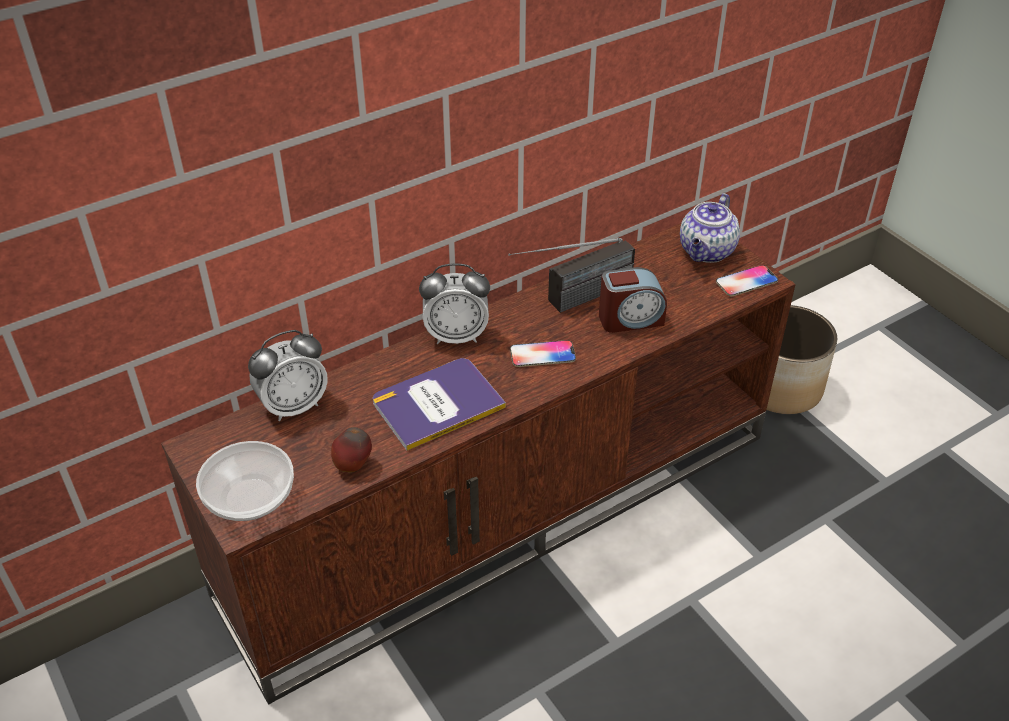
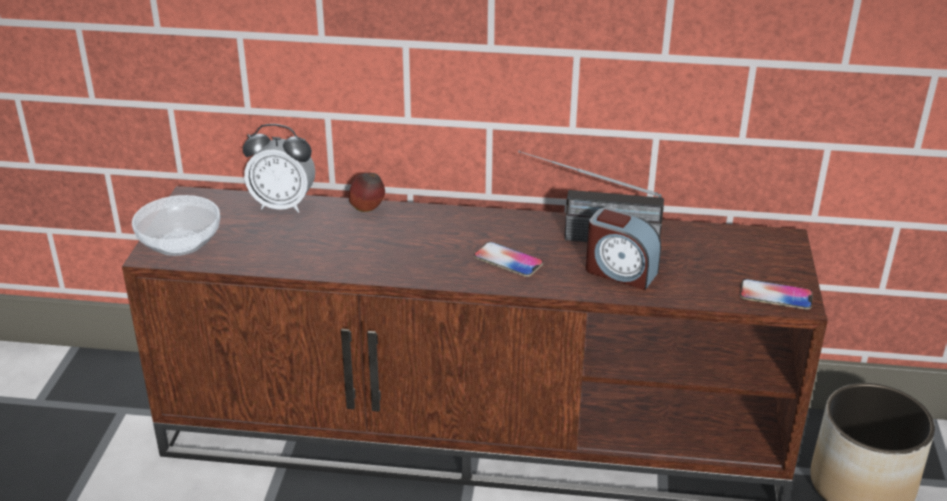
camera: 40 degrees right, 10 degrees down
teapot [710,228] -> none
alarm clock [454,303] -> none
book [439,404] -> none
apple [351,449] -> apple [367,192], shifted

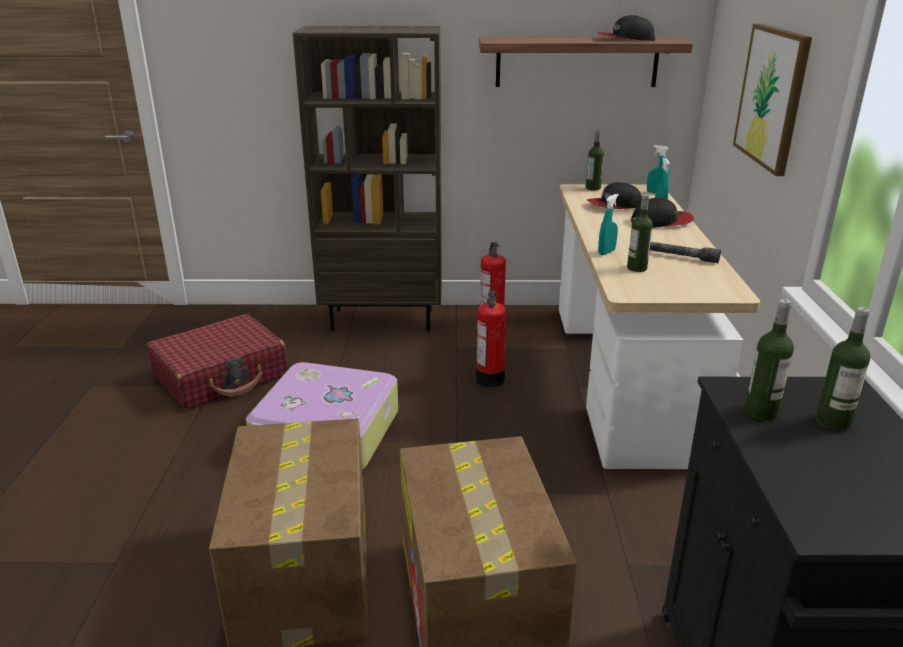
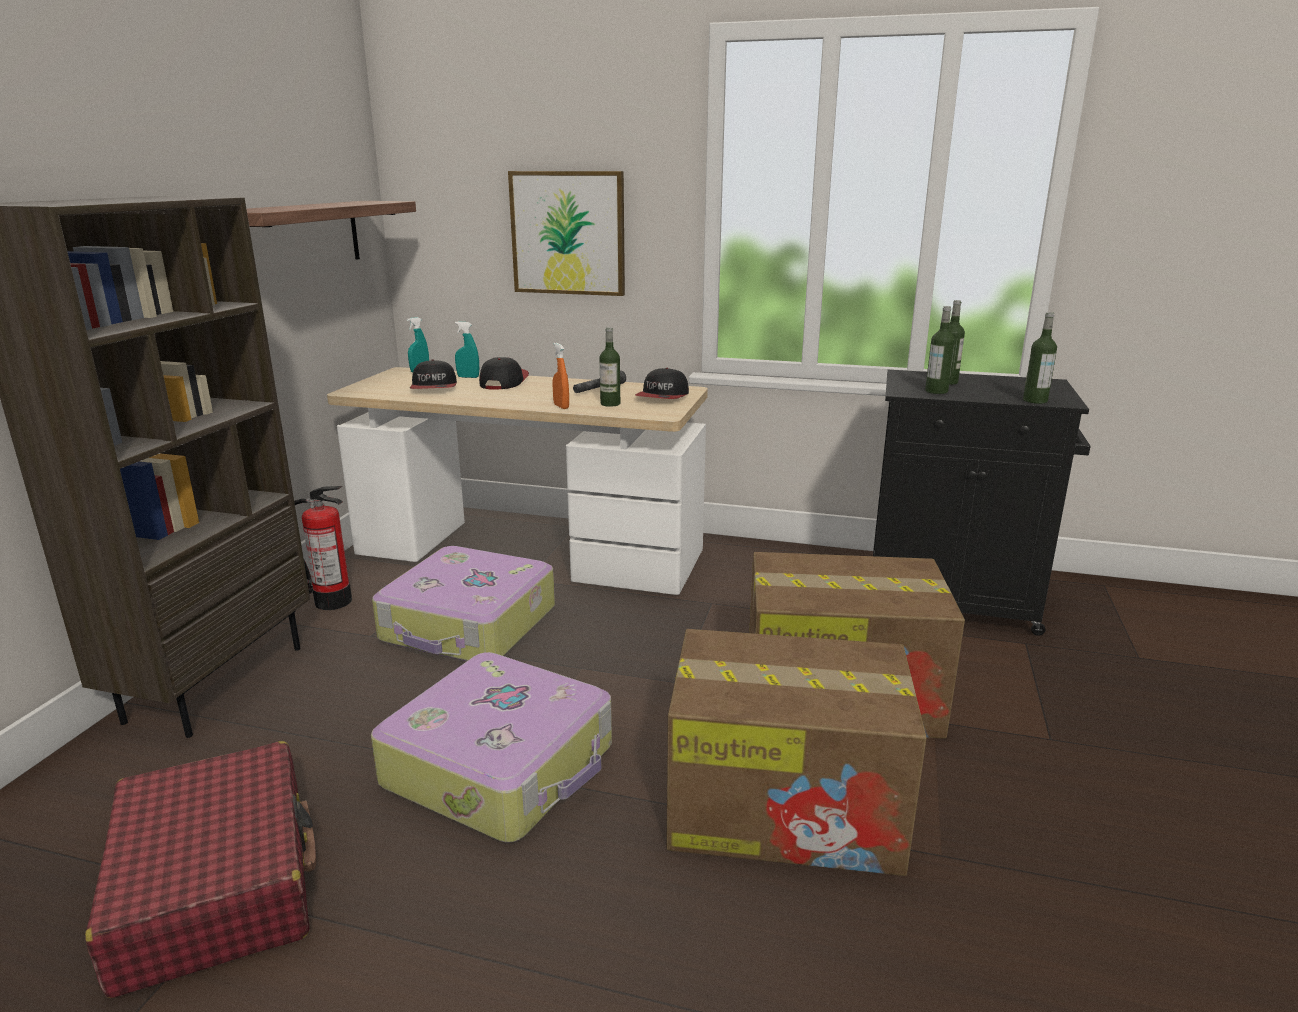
camera: 75 degrees left, 5 degrees down
cap [626,28] -> cap [662,383], shifted
bottle [595,160] -> bottle [1040,358], shifted
turquoise spray bottle [608,224] -> orange spray bottle [560,376]
fire extinguisher [491,338] -> suitcase [463,603]

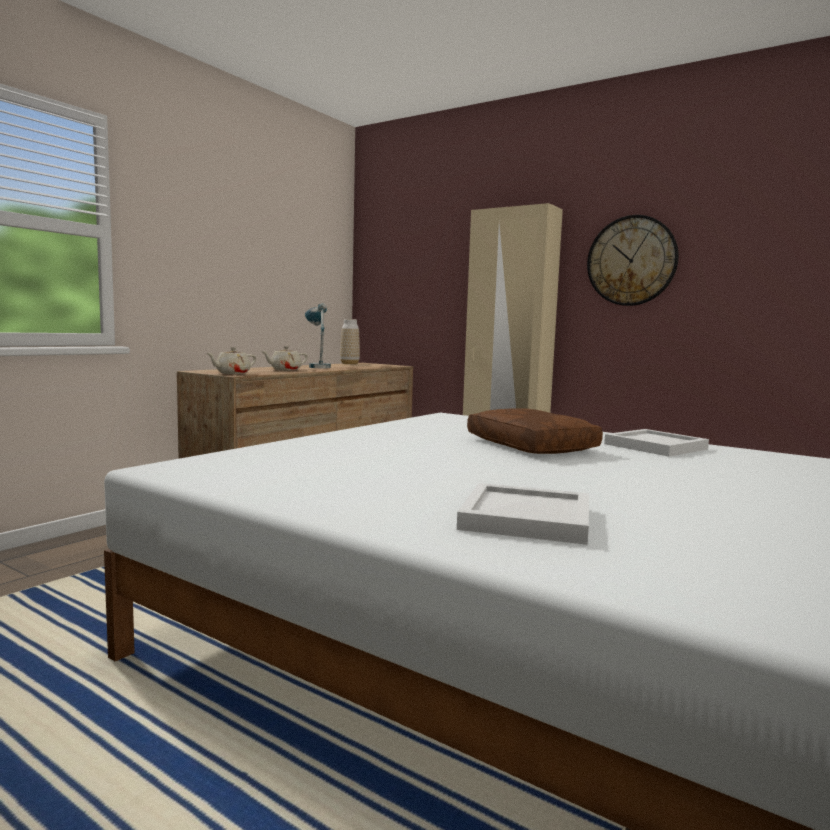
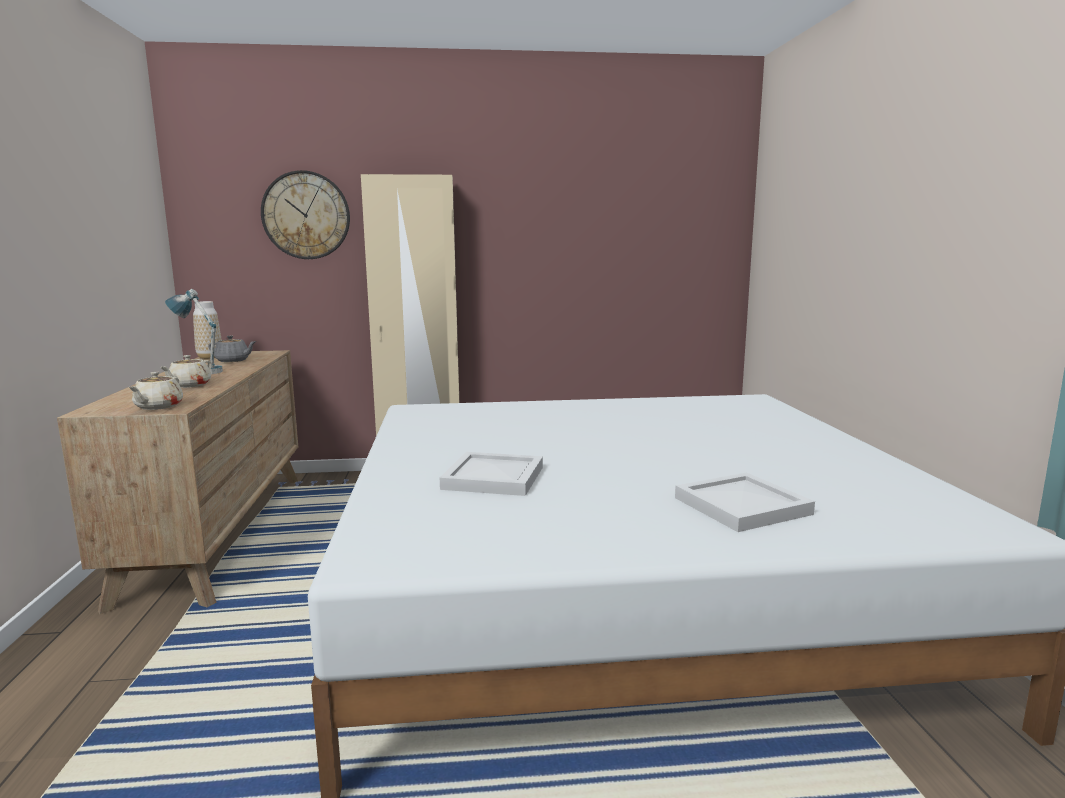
camera: 40 degrees left, 5 degrees up
wall clock [633,260] -> wall clock [305,214], shifted
brown pillow [535,431] -> none
white tray [656,443] -> white tray [491,474], shifted
none -> grey teapot [232,349]

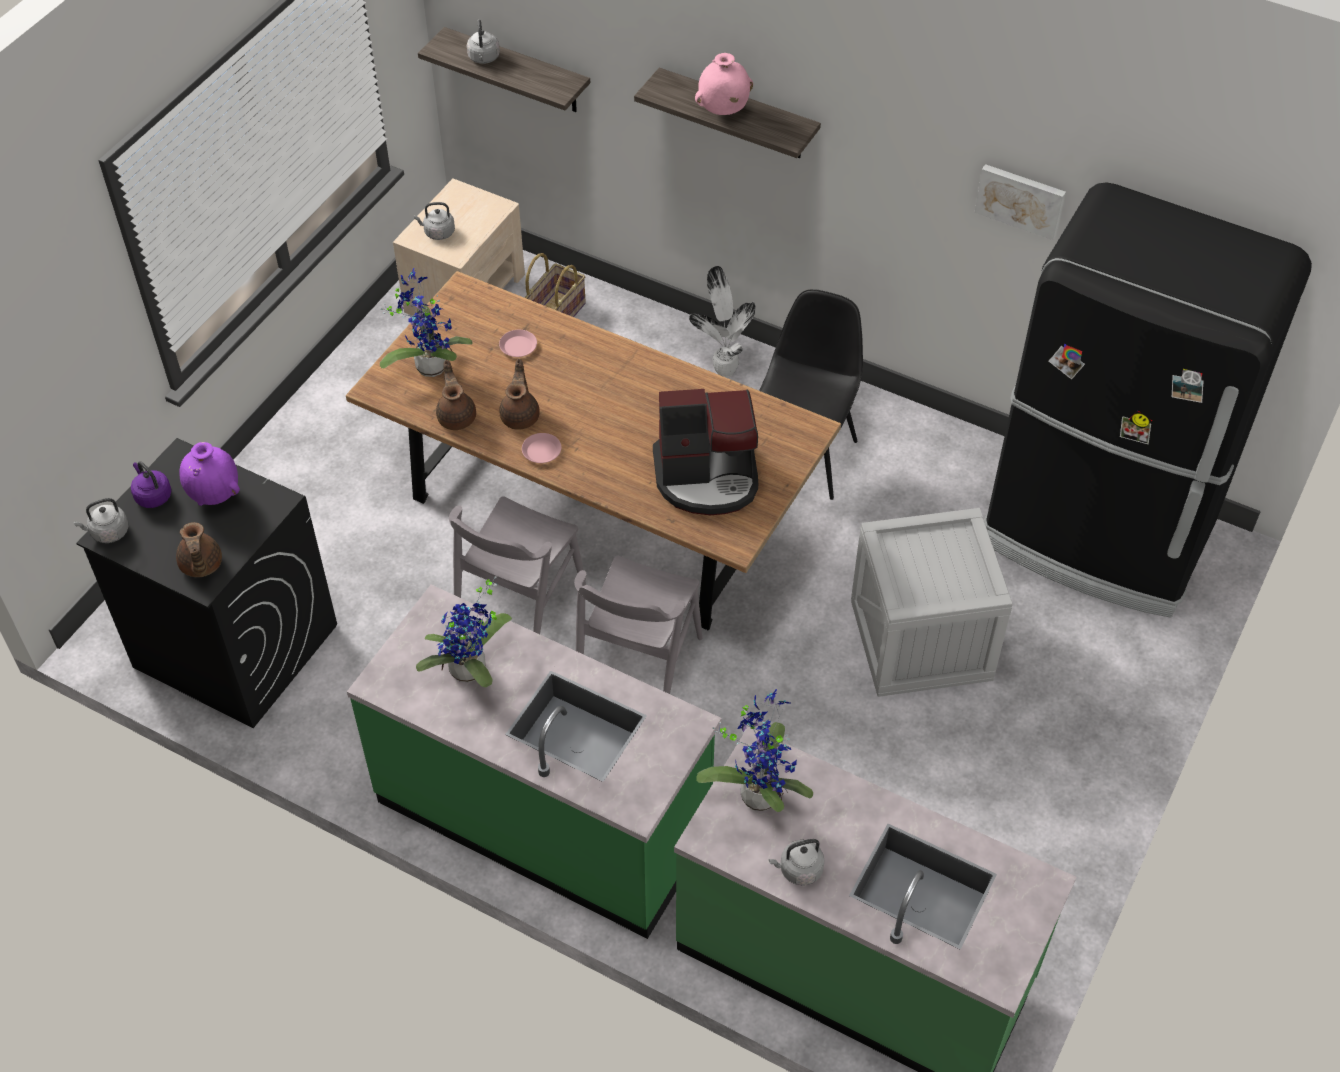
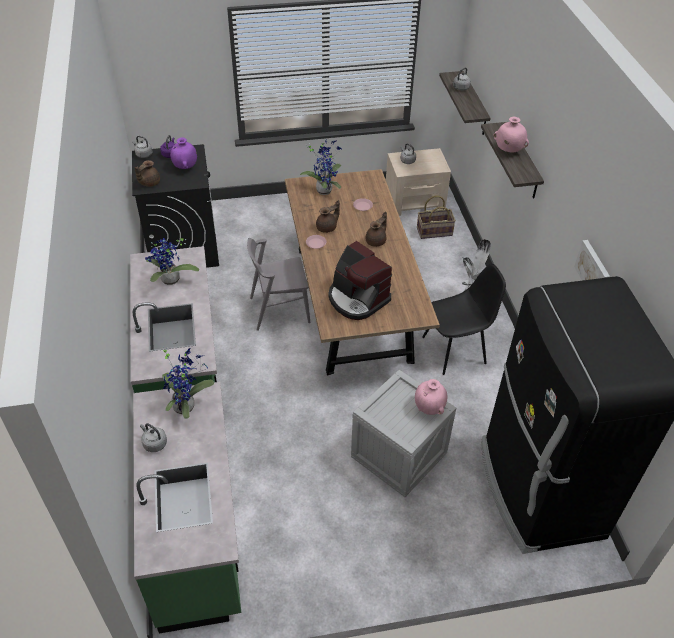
camera: 50 degrees right, 5 degrees down
brown teapot [456,395] -> brown teapot [376,229], shifted
grey chair [638,624] -> none
none -> pink vase [431,397]

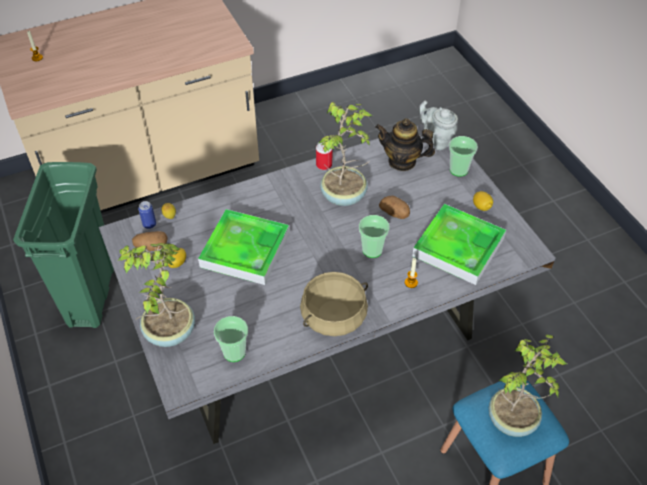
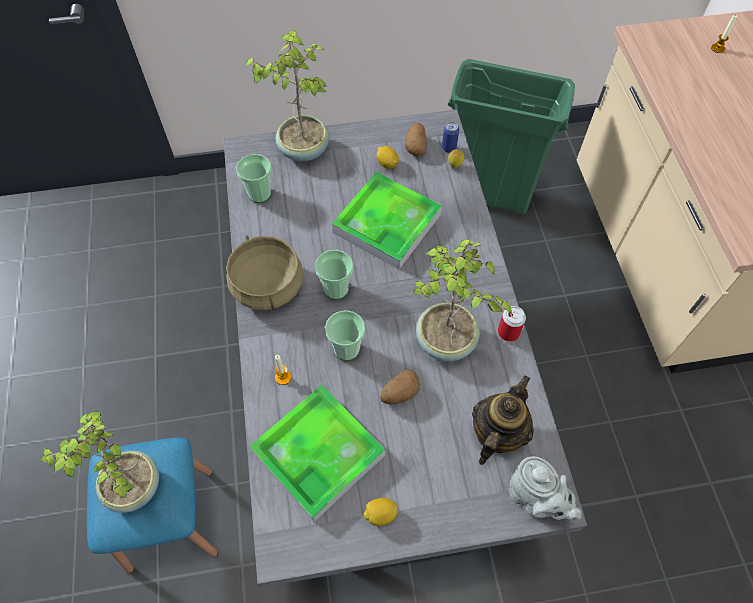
camera: 105 degrees right, 10 degrees up
grey teapot [438,125] -> grey teapot [545,488], 75 degrees clockwise
cup [463,156] -> cup [334,275], shifted

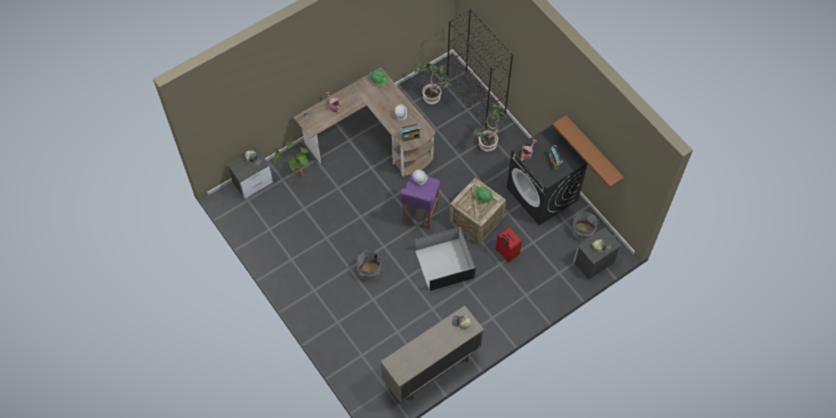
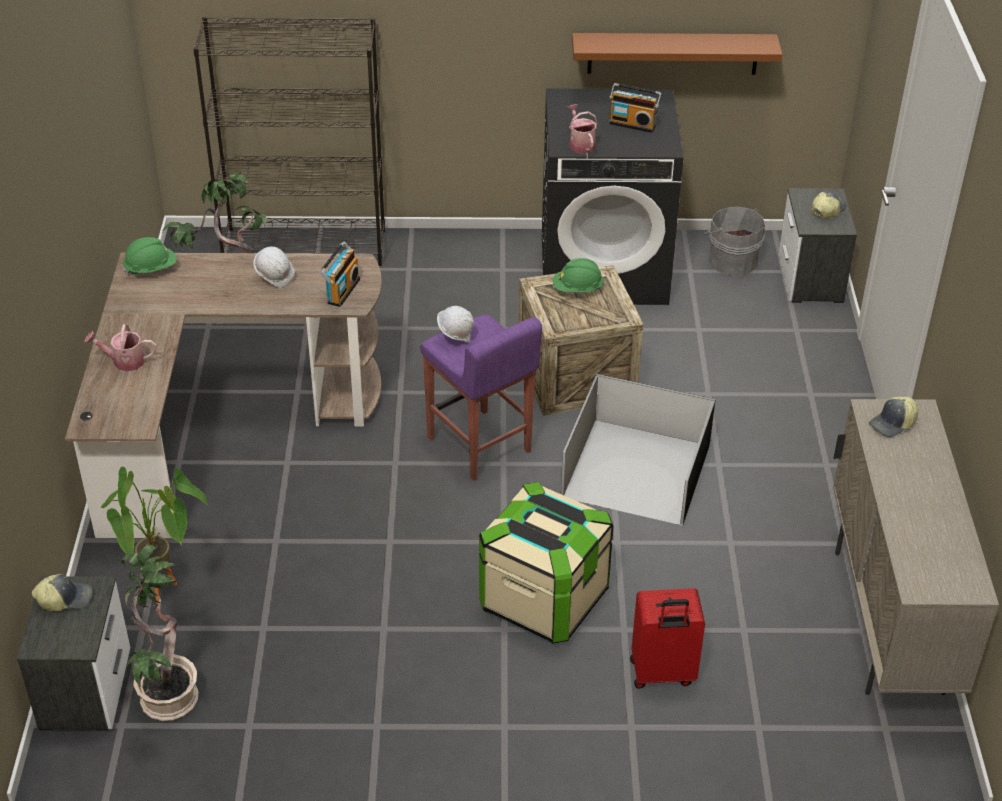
camera: 55 degrees left, 20 degrees down
potted plant [490,127] -> potted plant [160,633], shifted
red suitcase [509,244] -> red suitcase [667,638], shifted
grey bucket [369,265] -> storage box [546,563]

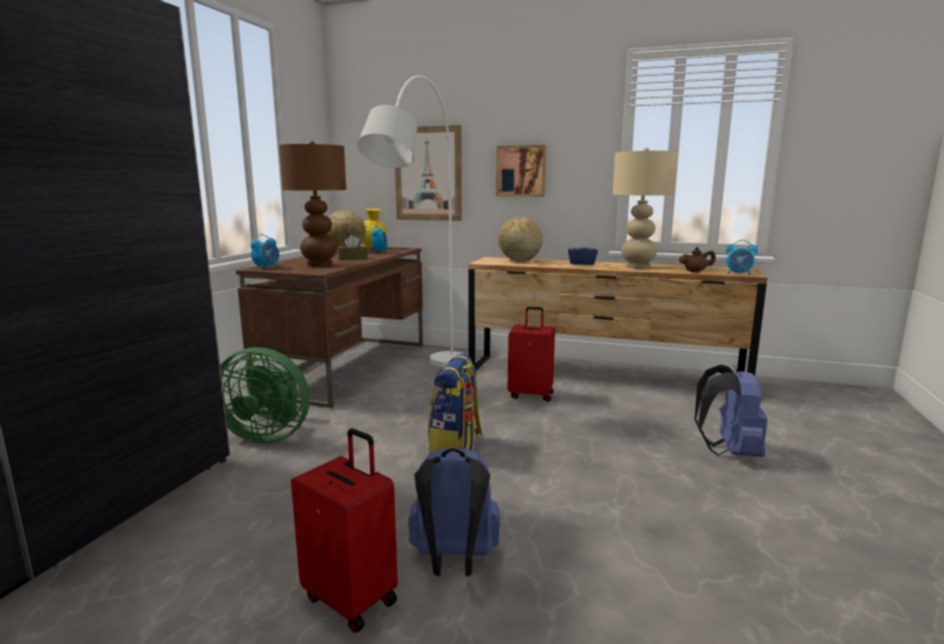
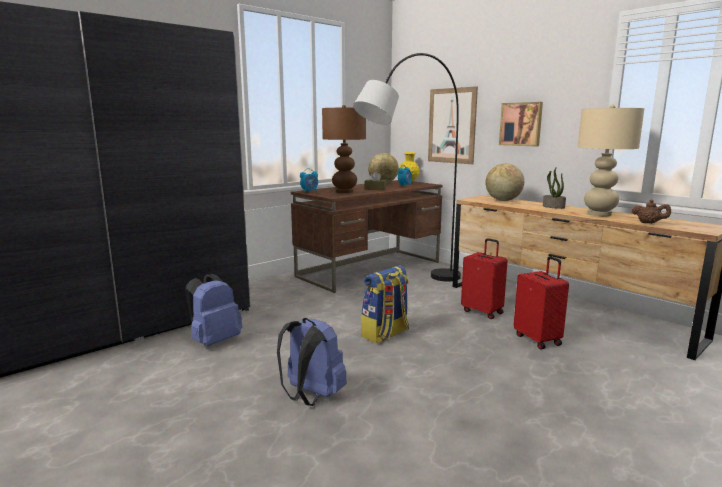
camera: 30 degrees right, 0 degrees up
white floor lamp [410,221] -> black floor lamp [407,167]
alarm clock [742,257] -> none
blue tissue box [583,253] -> potted plant [554,188]
green fan [265,395] -> none
blue backpack [731,410] -> blue backpack [213,310], shifted
red suitcase [344,530] -> red suitcase [541,302], shifted

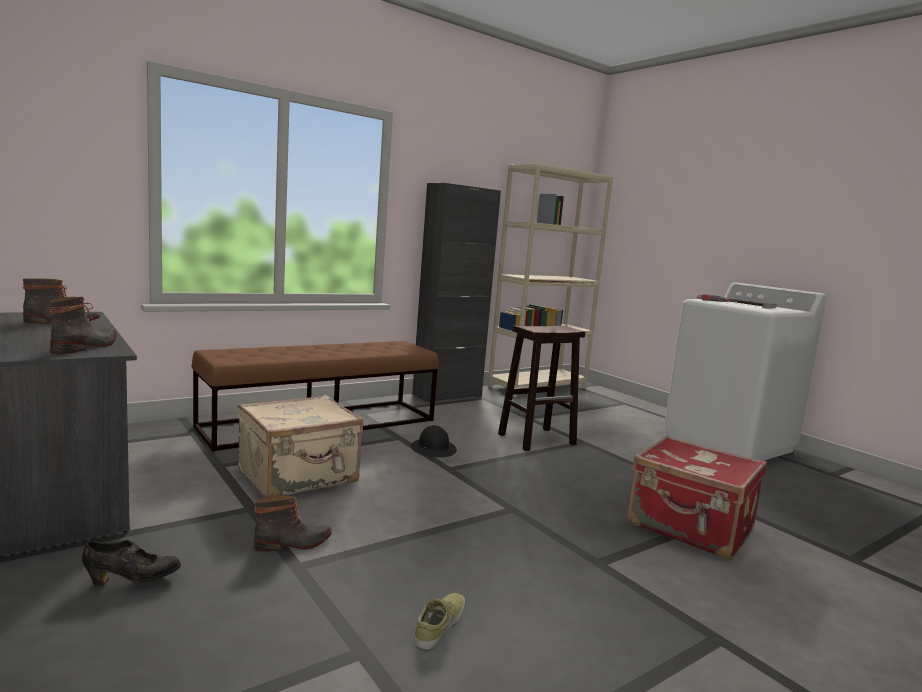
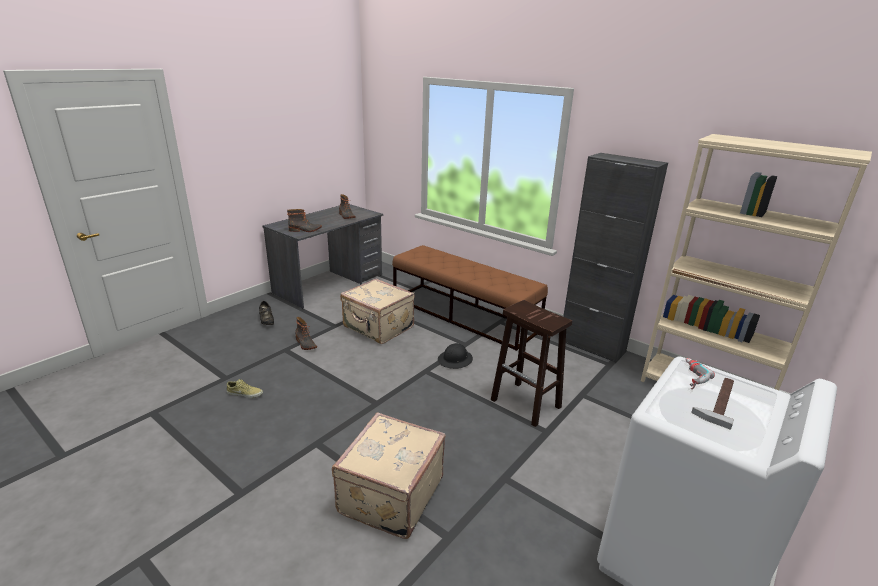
camera: 75 degrees right, 15 degrees up
red suitcase [697,497] -> beige suitcase [389,475]

